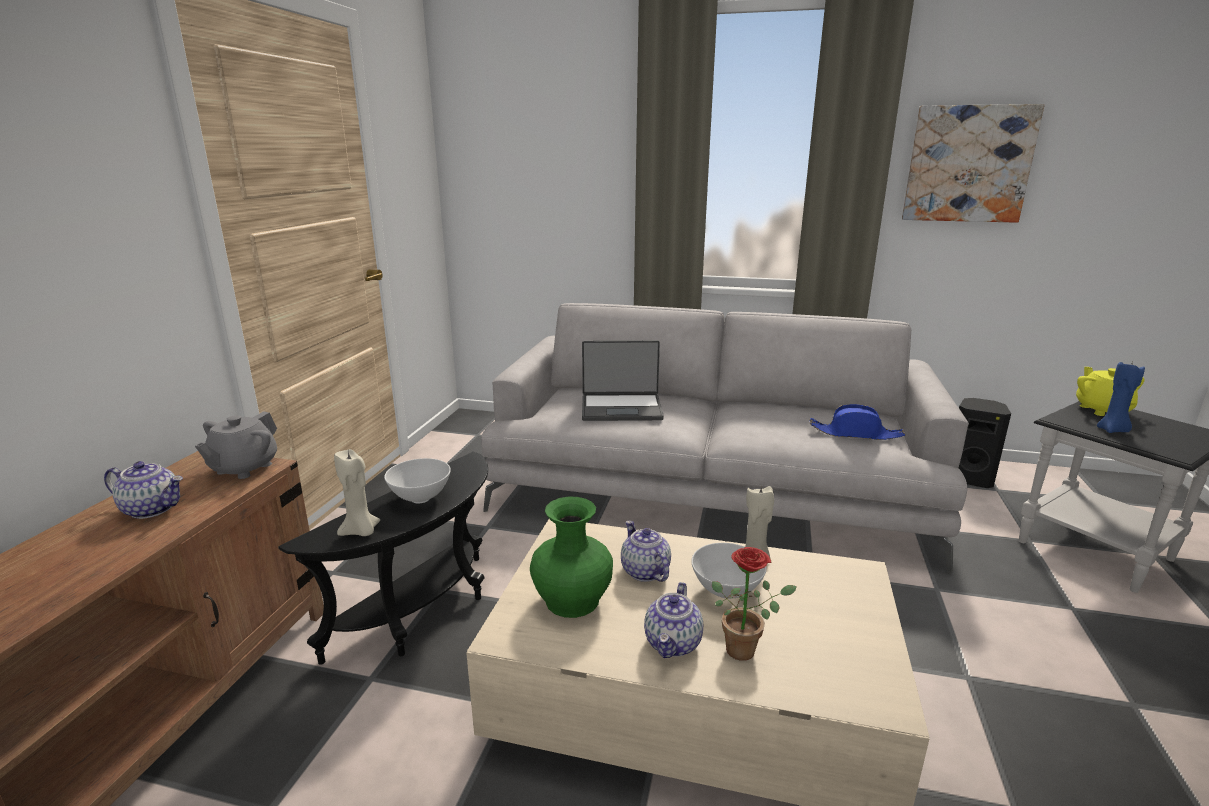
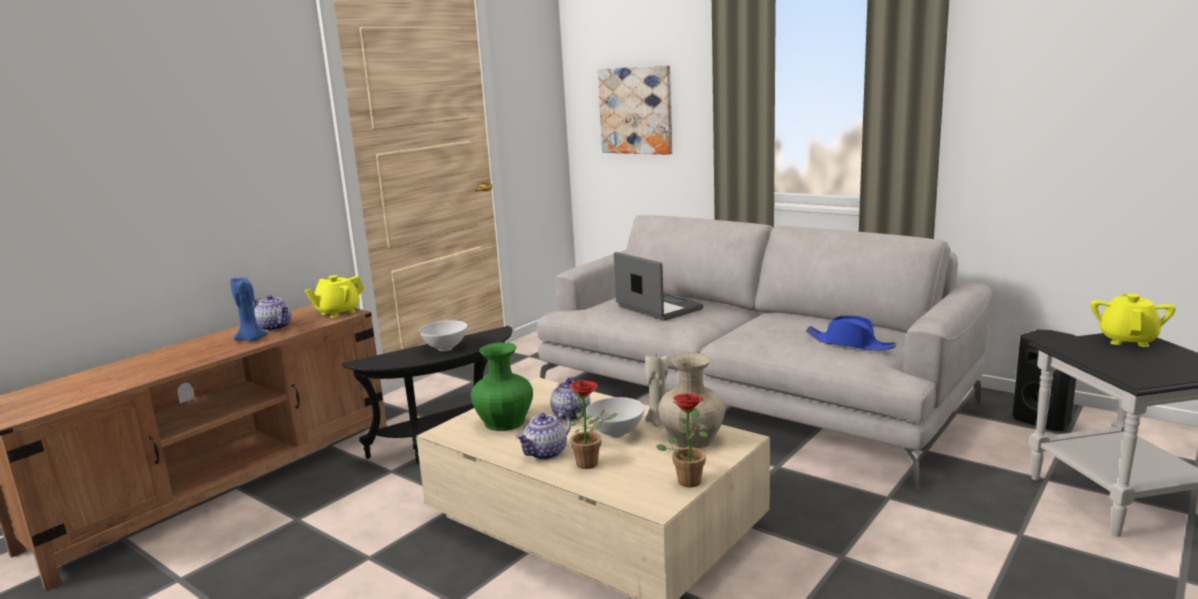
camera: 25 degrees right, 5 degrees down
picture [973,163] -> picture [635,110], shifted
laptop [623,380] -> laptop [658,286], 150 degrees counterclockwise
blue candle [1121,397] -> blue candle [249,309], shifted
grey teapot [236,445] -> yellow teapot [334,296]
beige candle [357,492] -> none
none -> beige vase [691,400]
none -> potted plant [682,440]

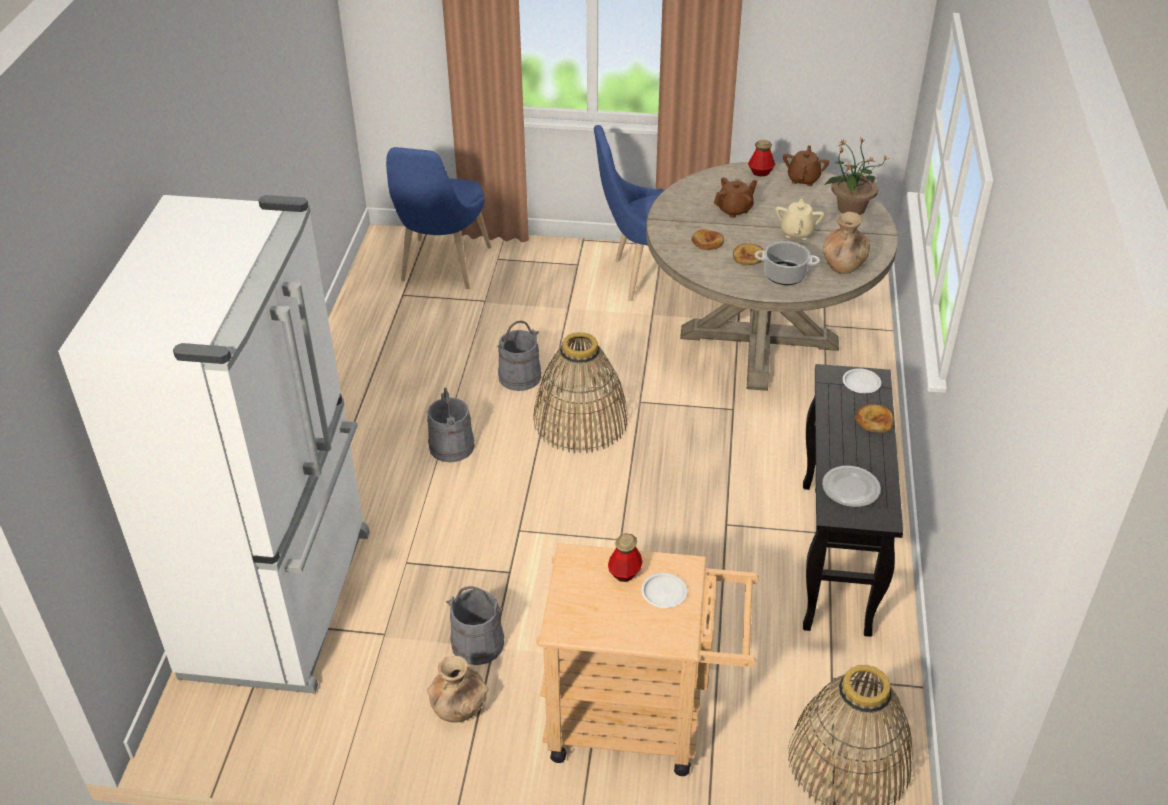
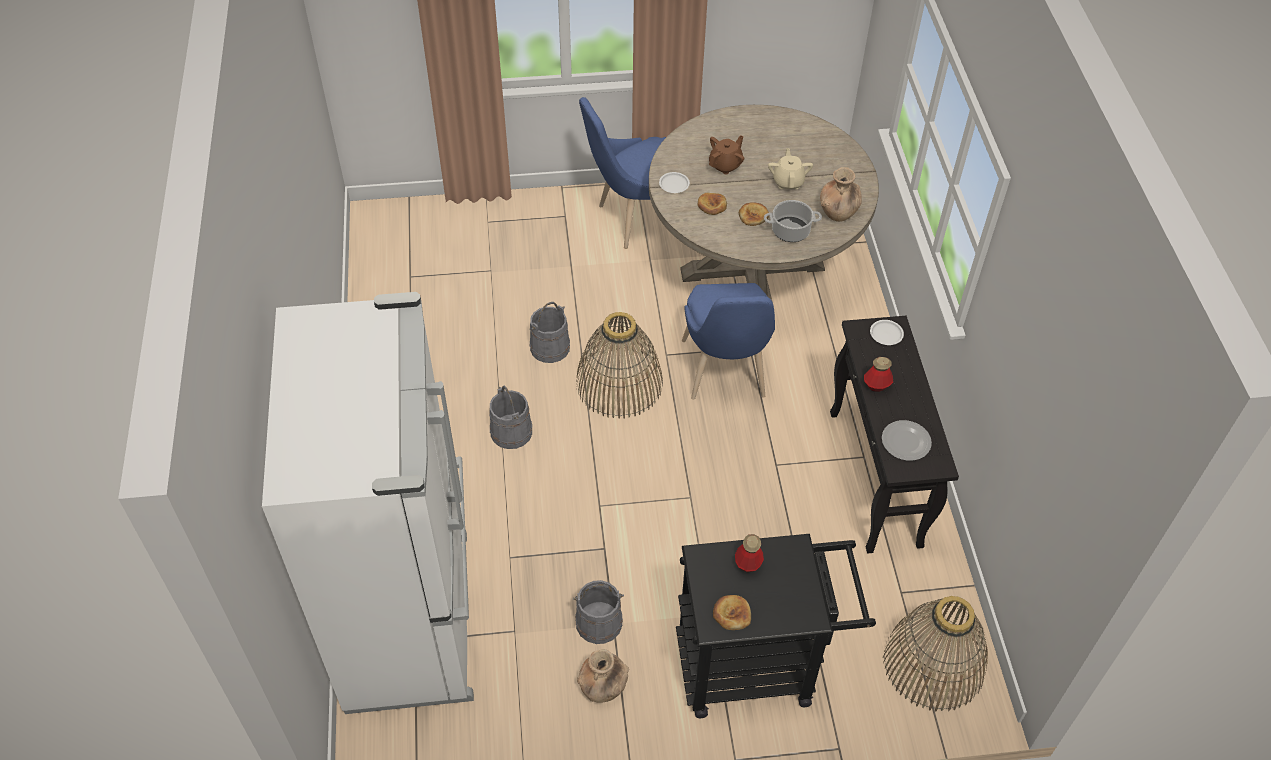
camera: 15 degrees left, 10 degrees up
potted plant [857,176] -> none
bottle [761,158] -> bottle [878,374], shifted
brown teapot [806,165] -> none
blue chair [438,218] -> blue chair [728,341], shifted
bread [874,418] -> bread [732,612], shifted
beige cart [647,659] -> black cart [776,626]
white plate [664,590] -> white plate [674,182], shifted

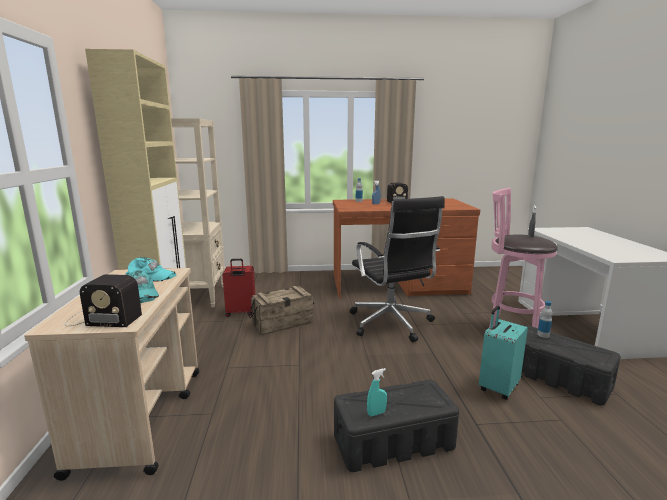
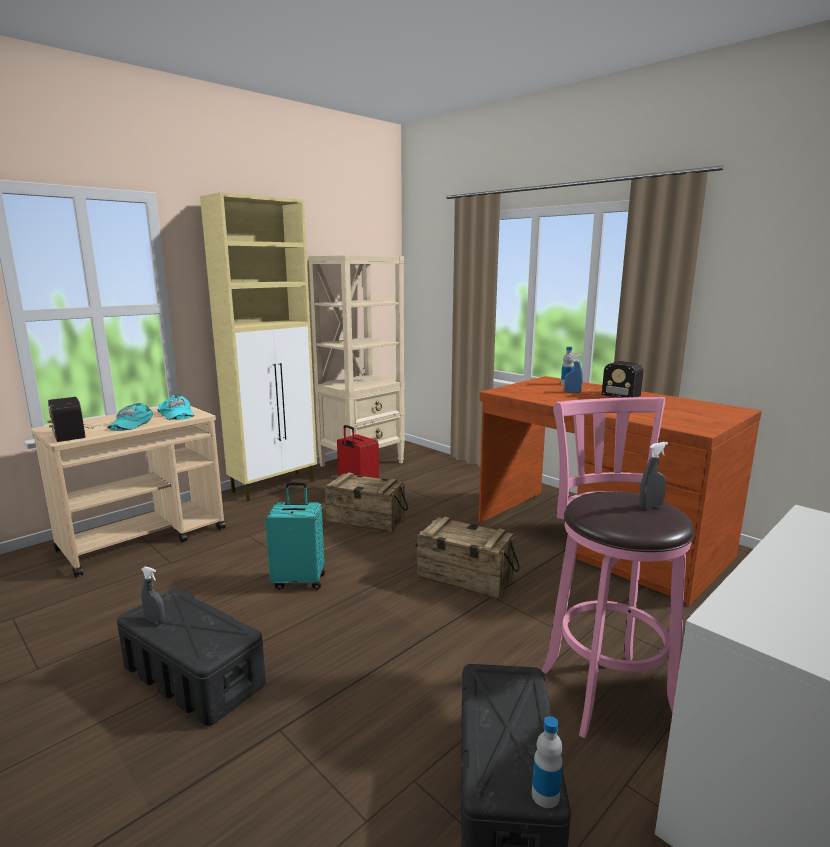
camera: 50 degrees right, 0 degrees up
black office chair [397,269] -> crate [467,558]
bottle [544,319] -> bottle [547,762], shifted
turquoise suitcase [503,353] -> turquoise suitcase [295,536], shifted
turquoise spray bottle [377,392] -> grey spray bottle [153,594]

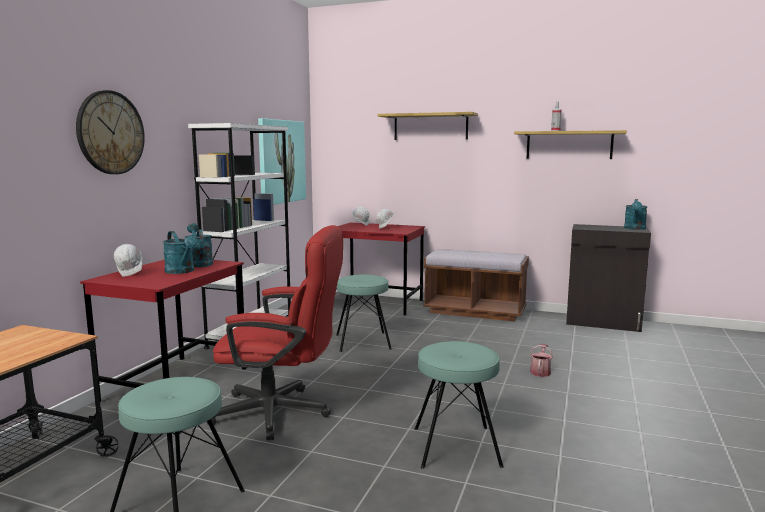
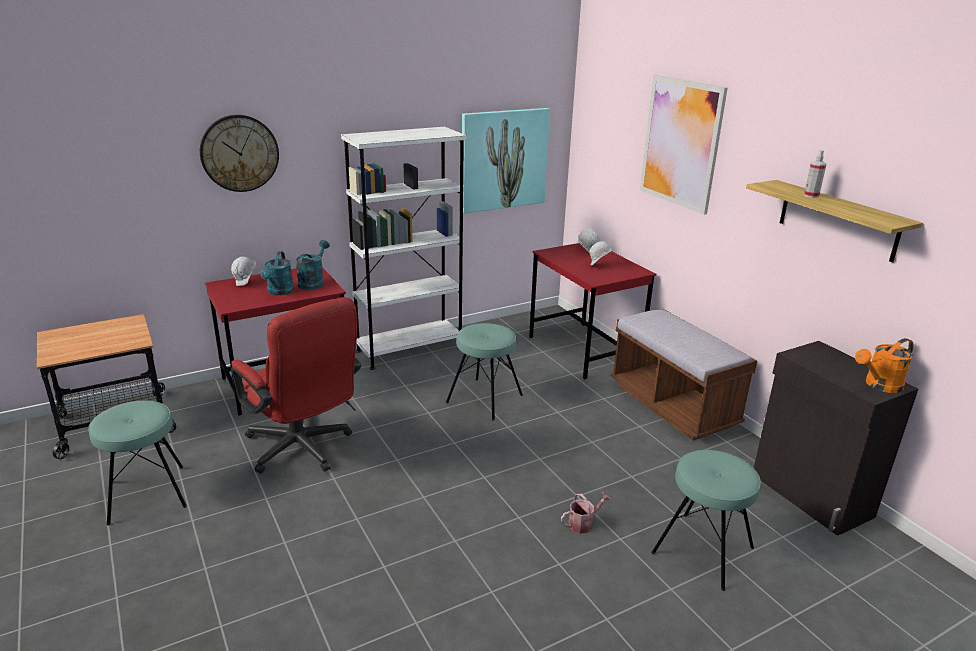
camera: 40 degrees right, 15 degrees up
shelf [428,126] -> picture [684,145]
turquoise watering can [635,214] -> orange watering can [884,365]
turquoise stool [459,405] -> turquoise stool [706,520], shifted

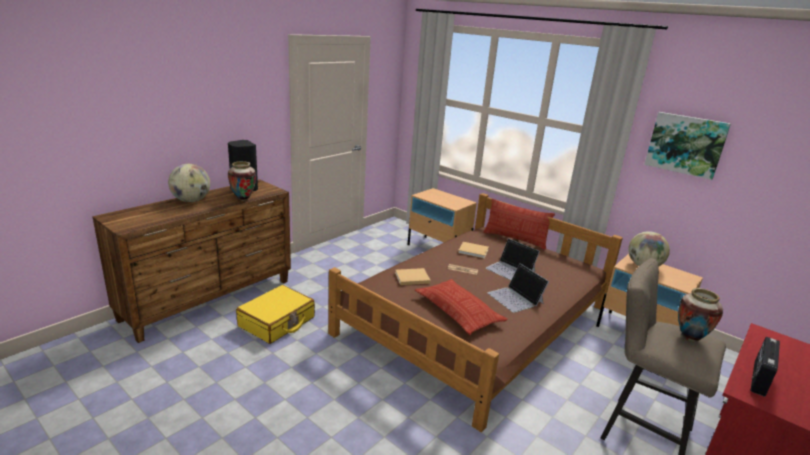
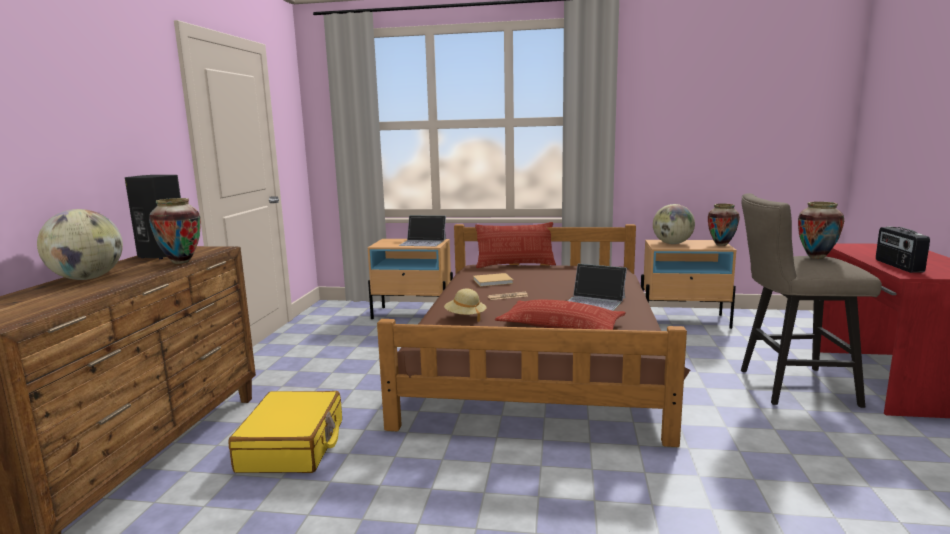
camera: 30 degrees left, 10 degrees down
picture [687,146] -> none
laptop [513,259] -> laptop [422,231], shifted
beige book [413,276] -> beige hat [465,305]
none -> vase [724,225]

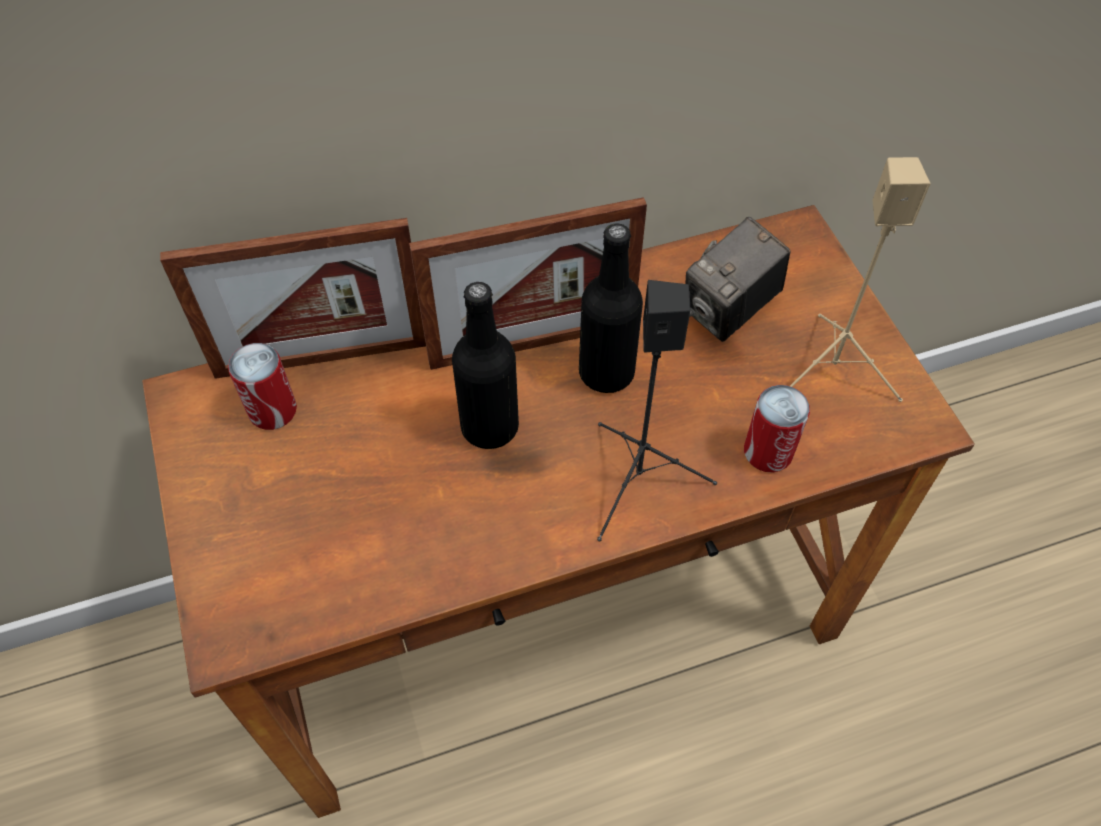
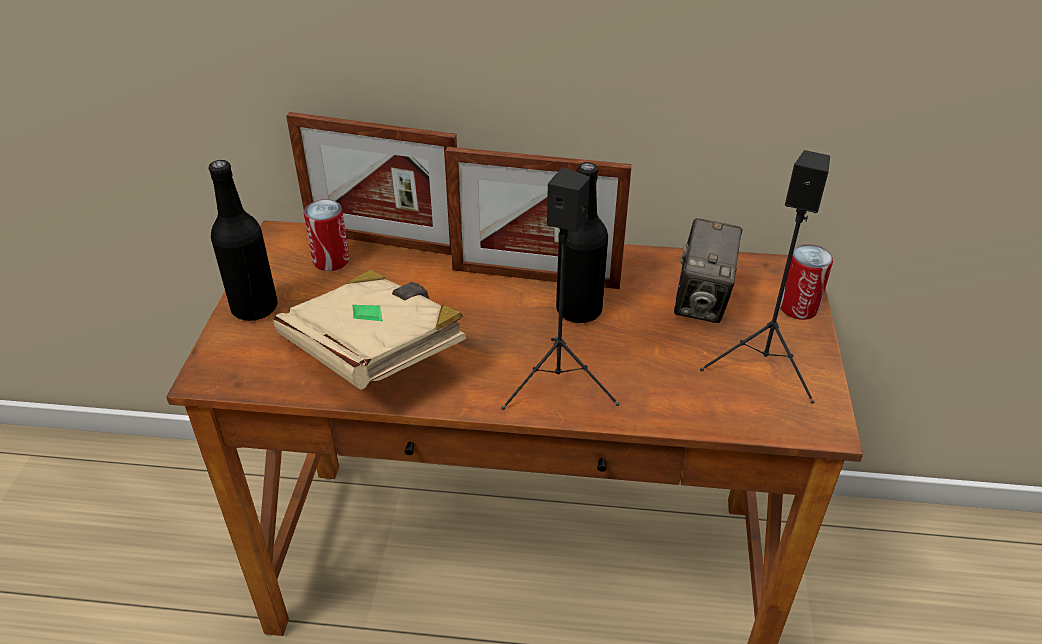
camera: 25 degrees right, 15 degrees down
beige speaker [860,279] -> black speaker [765,277]
photo camera [738,279] -> photo camera [708,270], 60 degrees counterclockwise
black bottle [485,365] -> black bottle [243,240], shifted
can [777,429] -> can [806,282], shifted
none -> beige book [369,330]

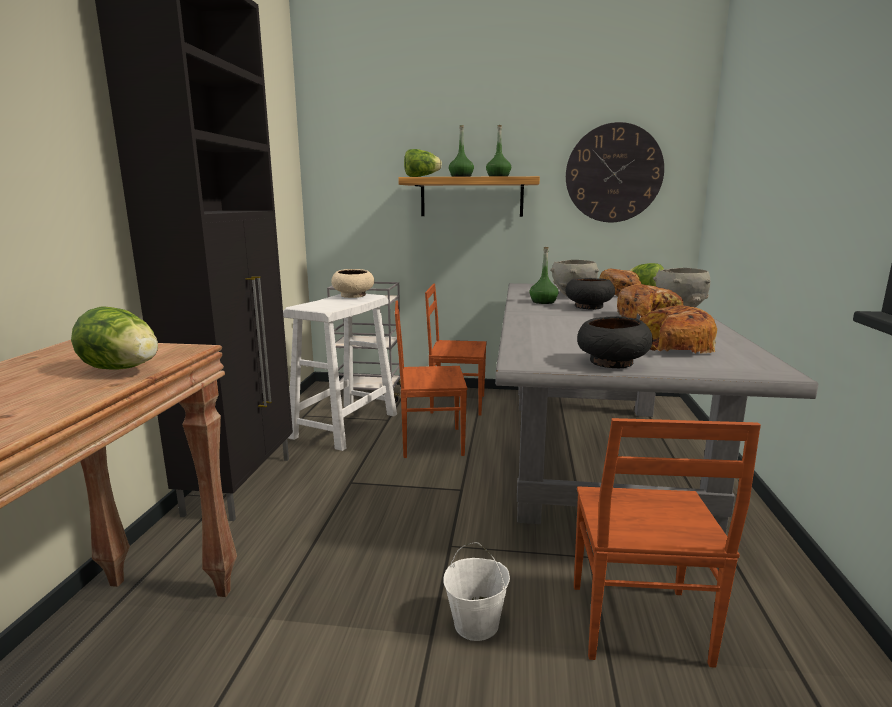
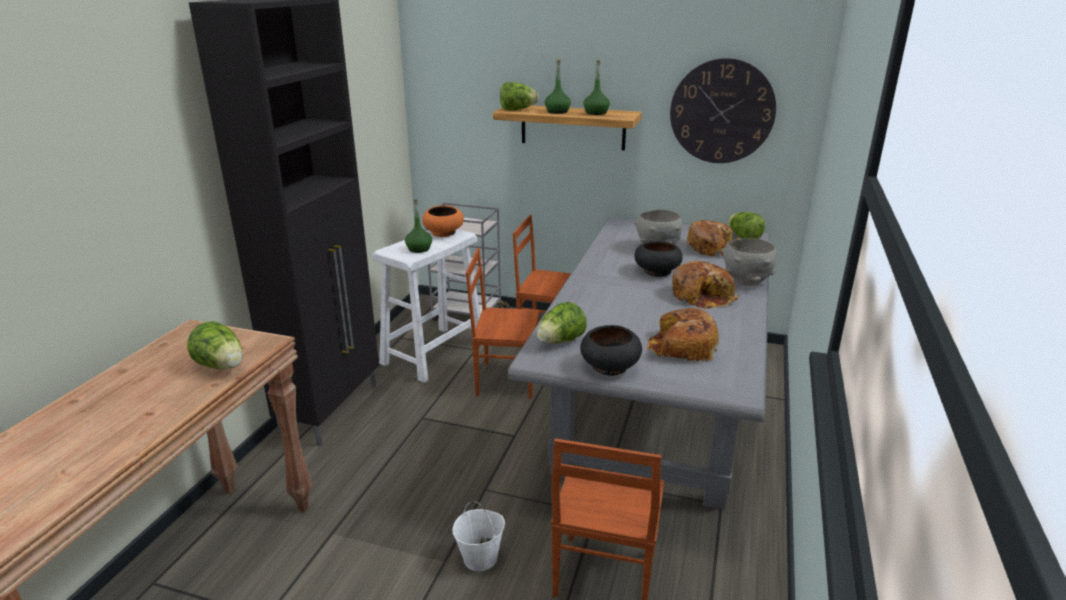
camera: 10 degrees right, 10 degrees up
green bottle [544,275] -> green bottle [418,226], shifted
beige bowl [352,283] -> orange bowl [443,221]
none -> lettuce [562,322]

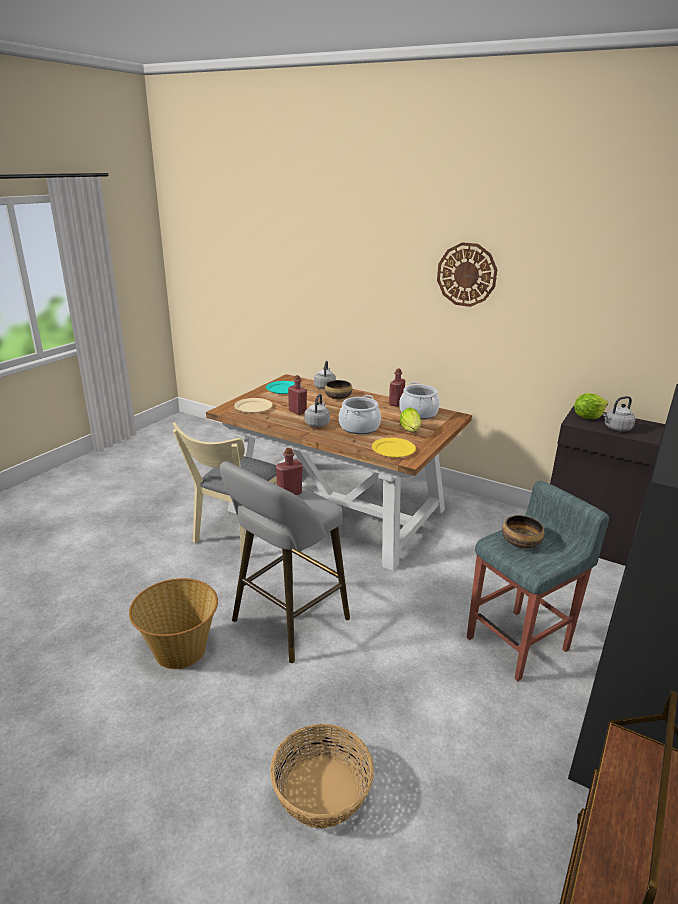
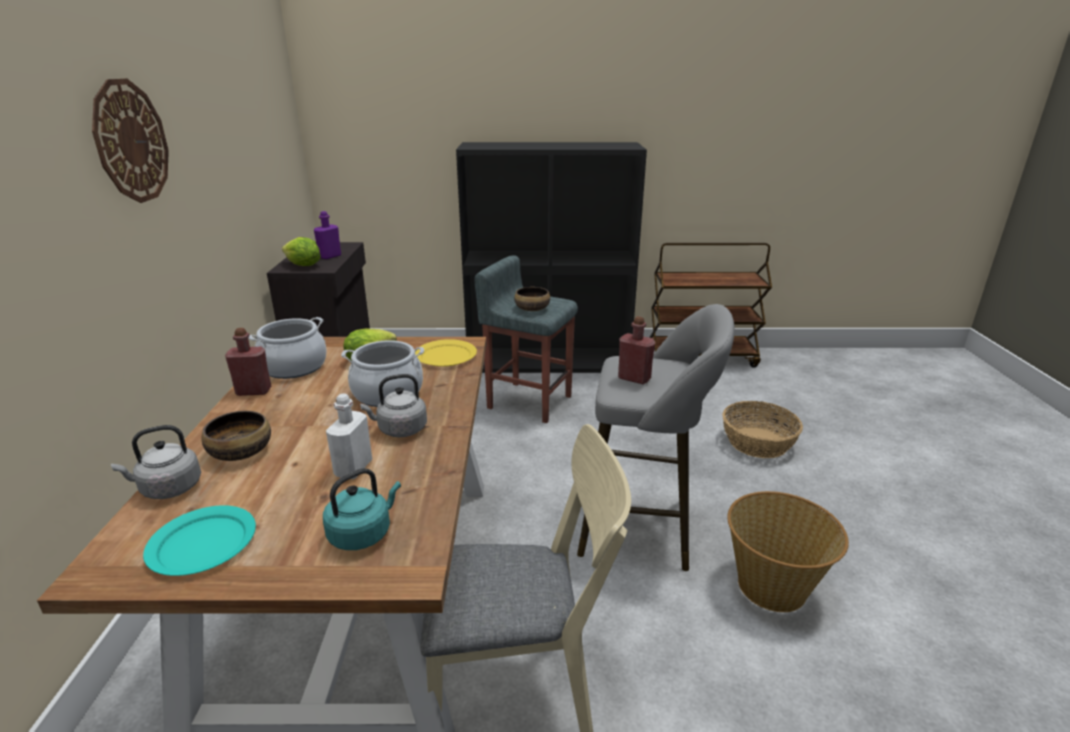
camera: 120 degrees left, 0 degrees up
red bottle [297,395] -> white bottle [349,436]
grey kettle [619,413] -> purple bottle [327,235]
beige plate [253,405] -> turquoise kettle [362,509]

